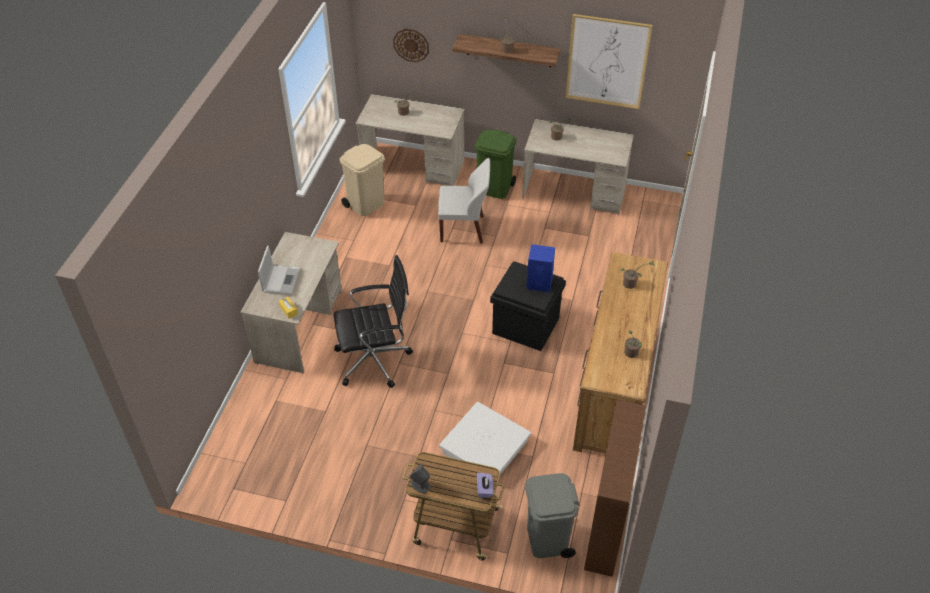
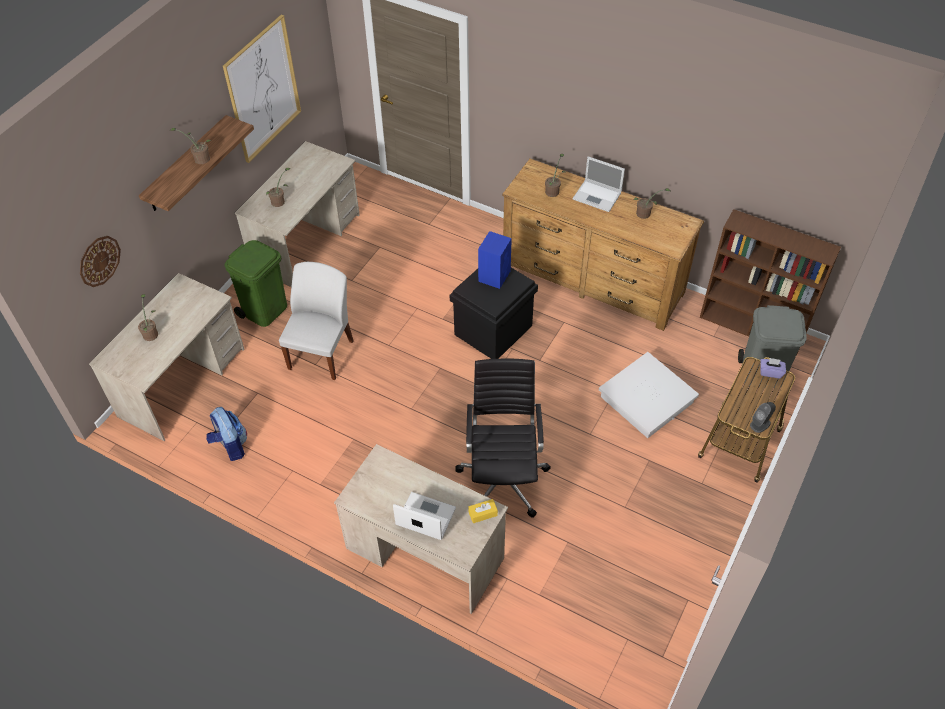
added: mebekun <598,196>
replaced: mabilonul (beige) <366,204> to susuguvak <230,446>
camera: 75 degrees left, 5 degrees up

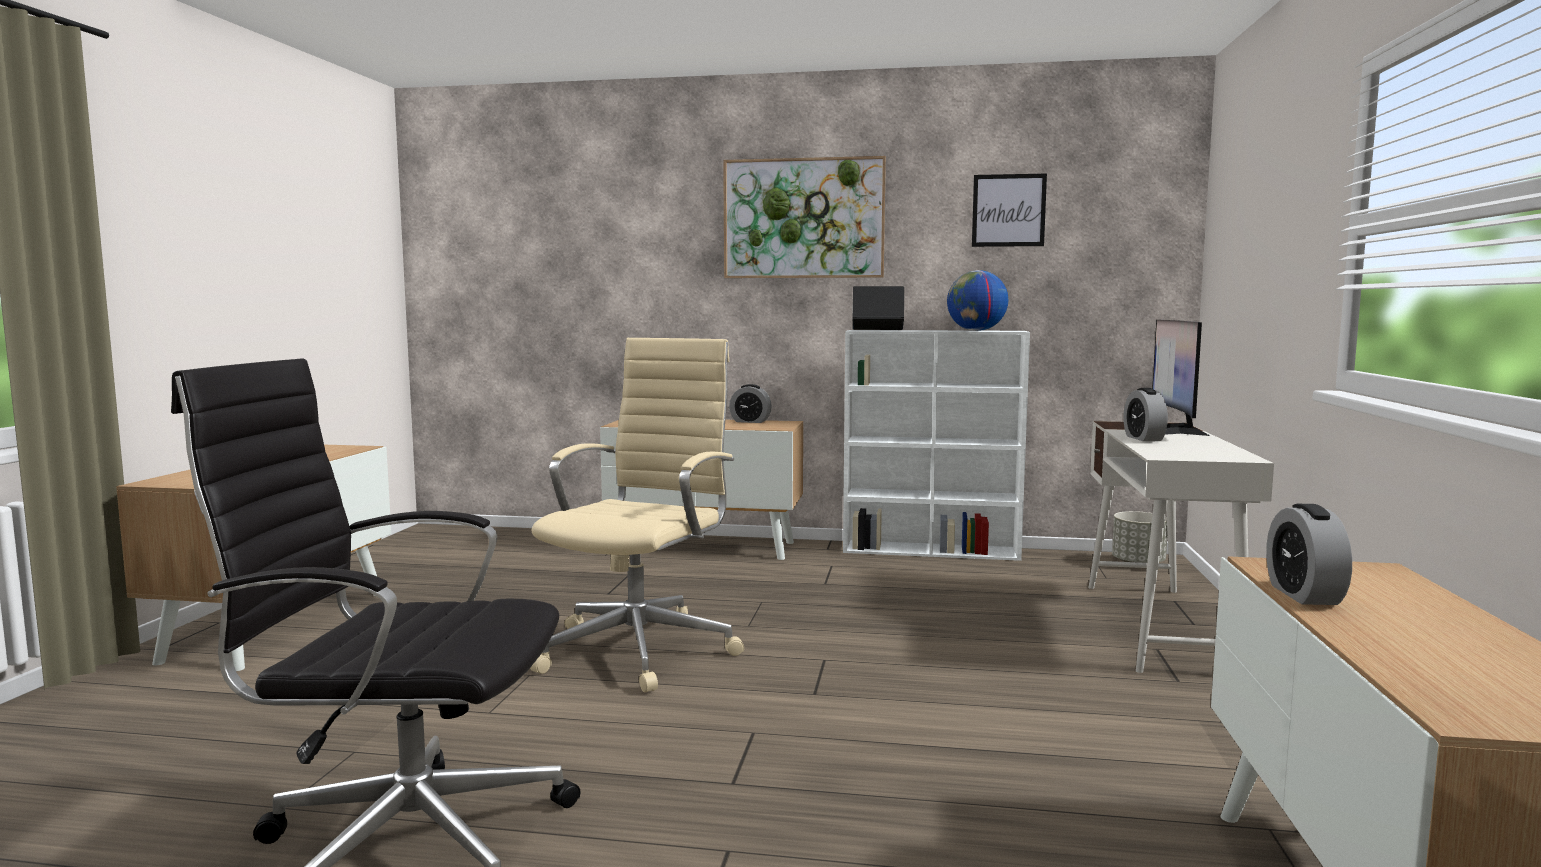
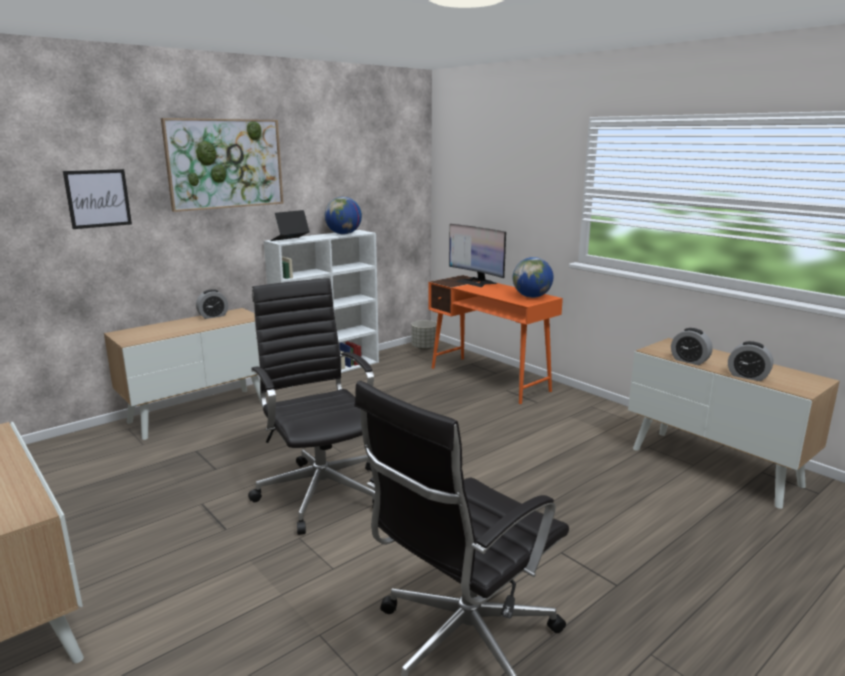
added: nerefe <532,297>
moved: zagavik <1008,210> to <98,198>; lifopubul <1143,438> to <747,376>
recoloured: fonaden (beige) <642,648> to fonaden (black) <321,491>; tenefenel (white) <1159,627> to tenefenel (orange) <489,379>
camera: 50 degrees left, 10 degrees up

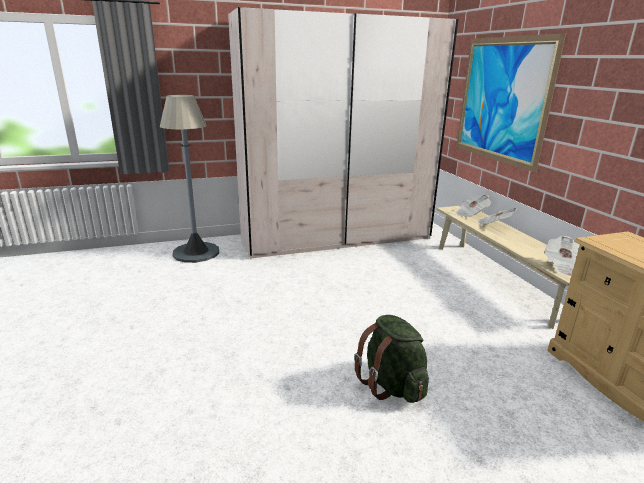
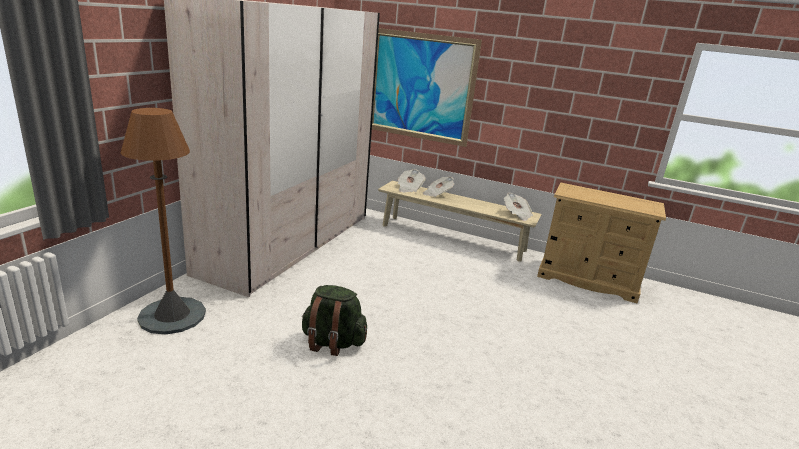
moved: susuguvak (green) <391,385> to <332,343>
recoloured: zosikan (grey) <196,252> to zosikan (brown) <172,316>
camera: 50 degrees left, 0 degrees up

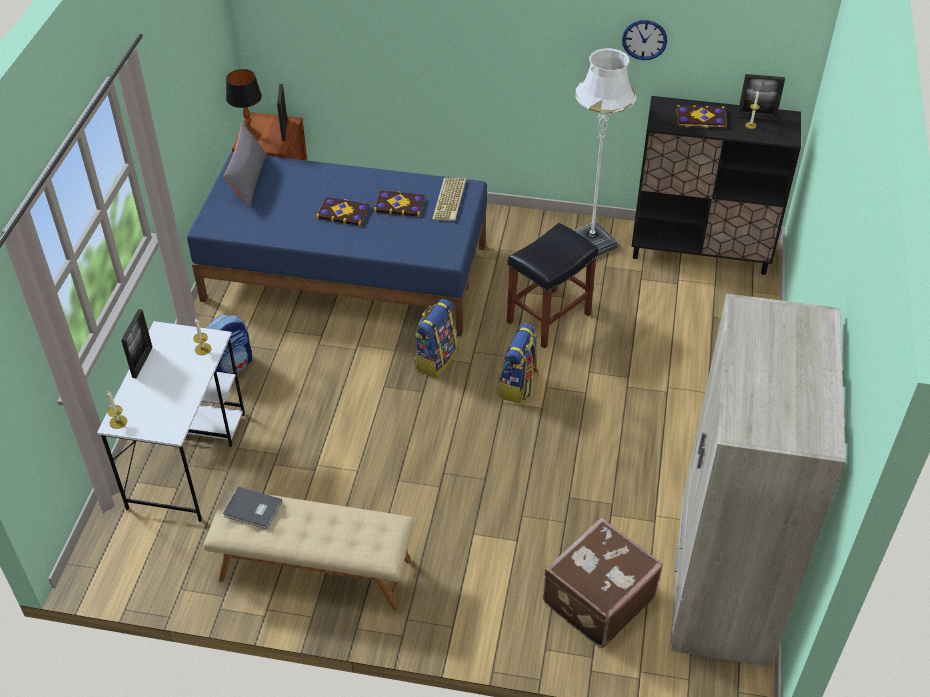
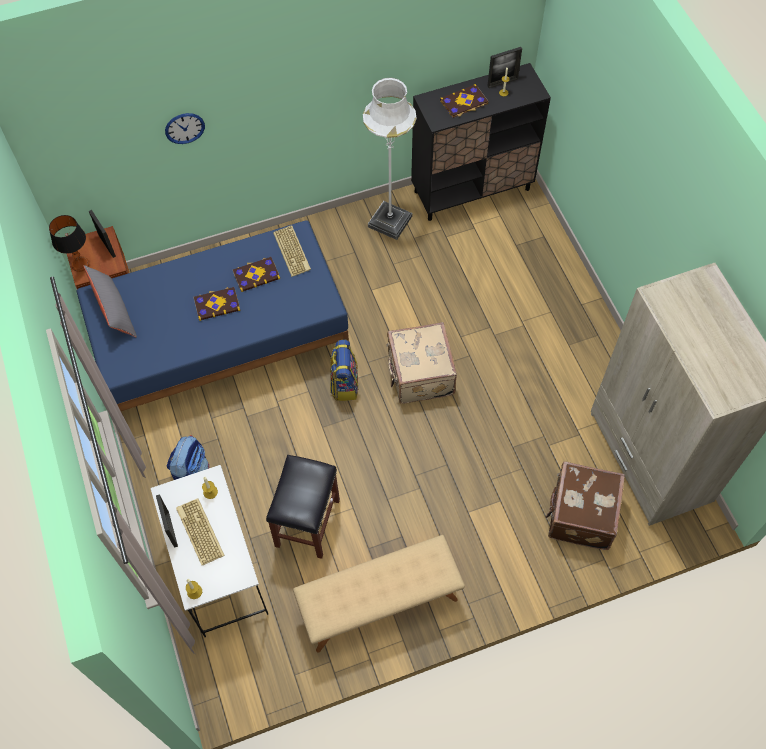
removed: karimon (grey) <253,510>
added: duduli <198,532>
moved: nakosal <644,39> to <184,128>; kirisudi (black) <548,319> to <307,524>
replaced: susuguvak <518,386> to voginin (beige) <419,375>
camera: 30 degrees left, 15 degrees up

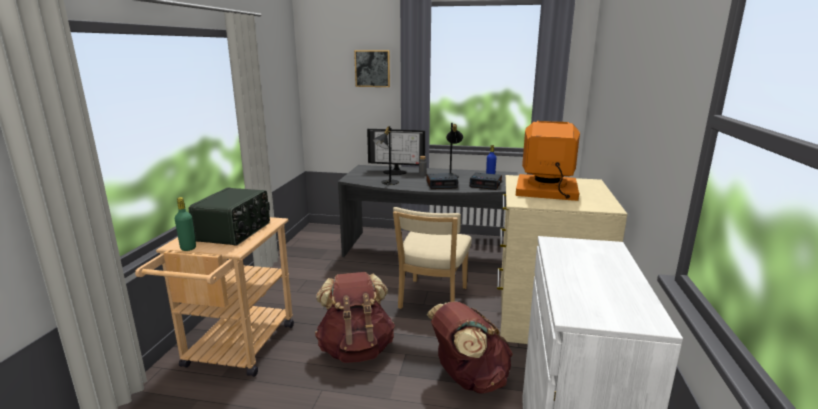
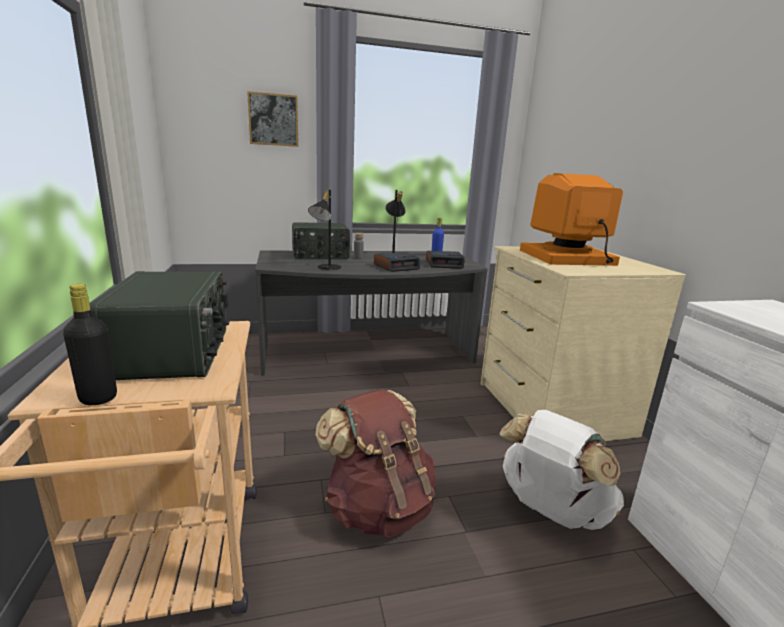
removed: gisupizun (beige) <431,300>
replaced: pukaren <395,172> to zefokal <320,256>
recoloured: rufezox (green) <188,248> to rufezox (black) <98,398>; susuguvak (brown) <468,379> to susuguvak (white) <550,510>
camera: 25 degrees left, 0 degrees up

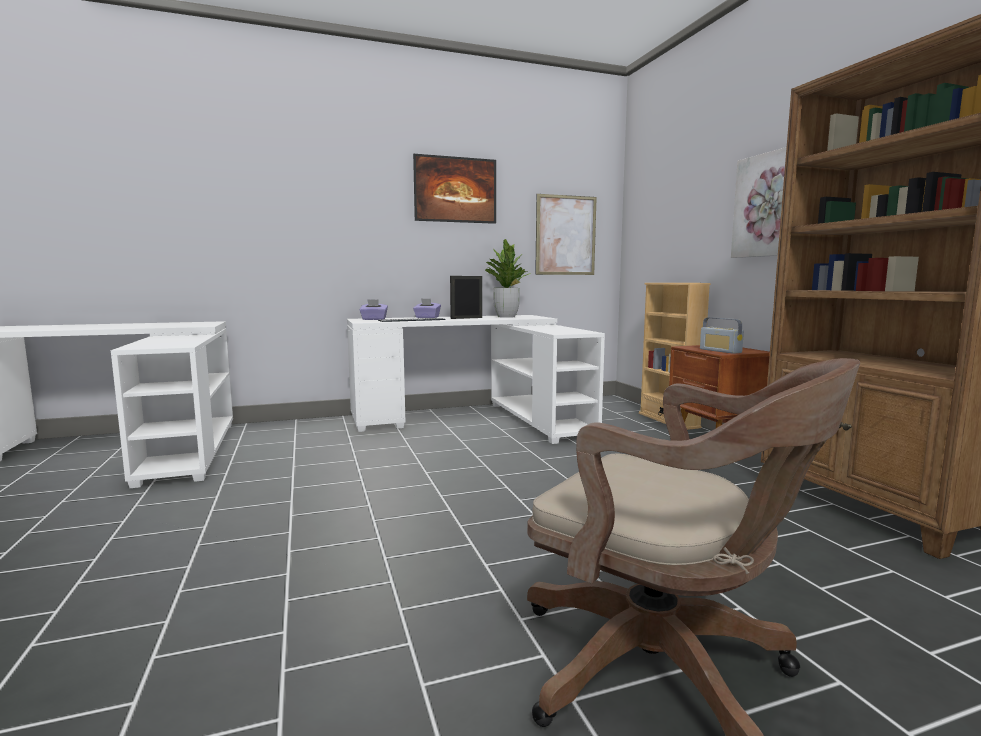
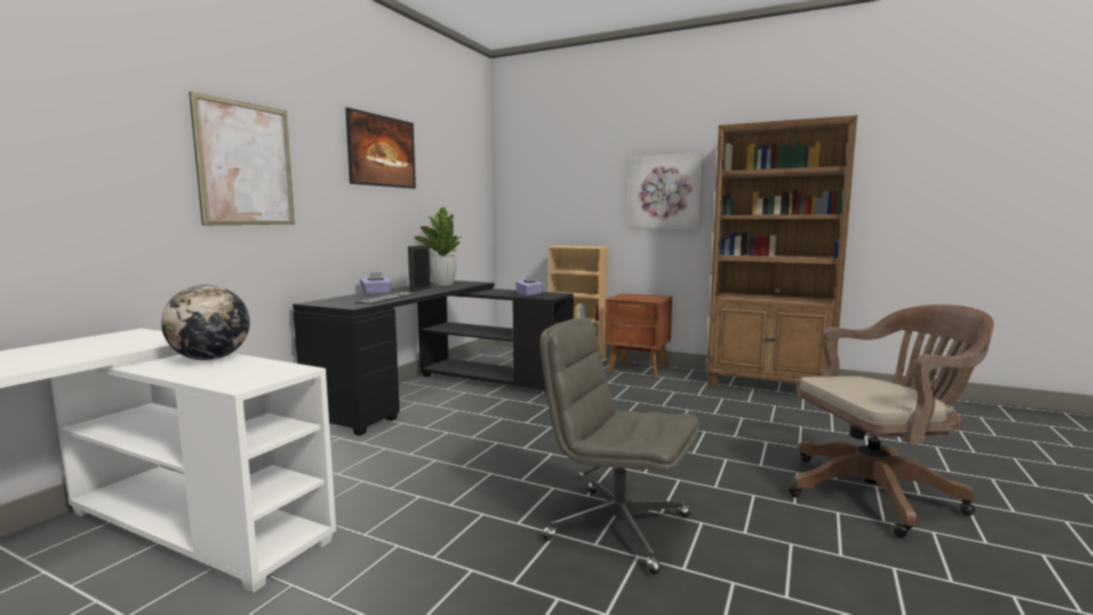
removed: zefokal <720,351>
added: nerefe <211,359>; fonaden (grey) <616,527>
moved: zagavik <565,235> to <246,164>; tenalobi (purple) <374,319> to <529,294>
recoloured: tenefenel (white) <478,418> to tenefenel (black) <443,391>
camera: 45 degrees left, 0 degrees up

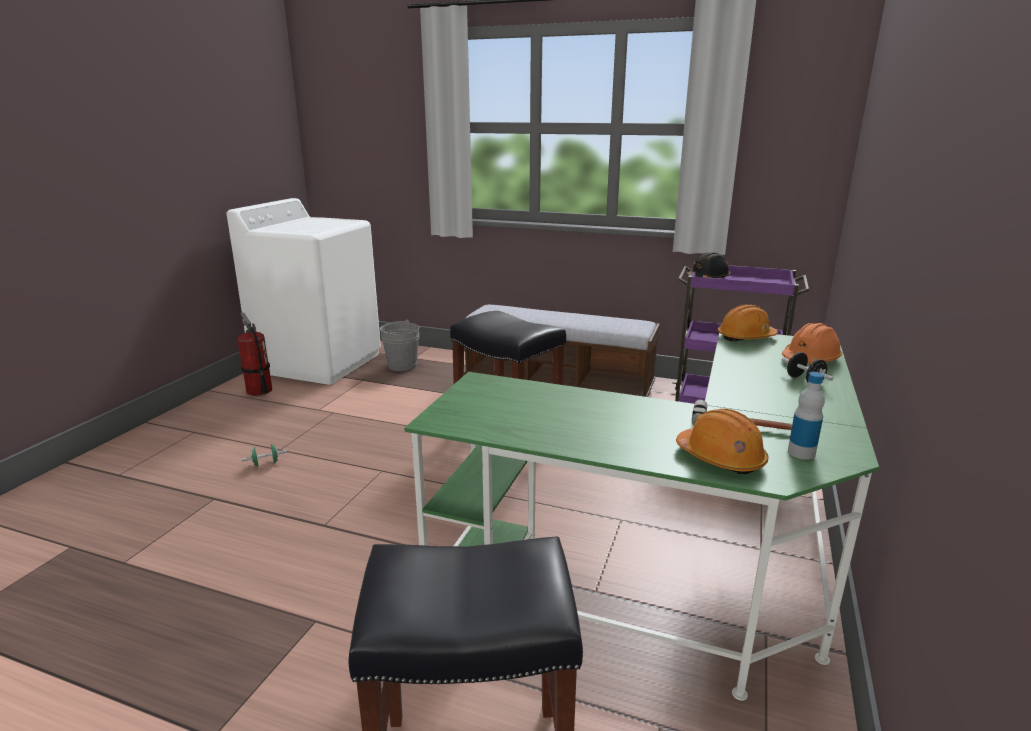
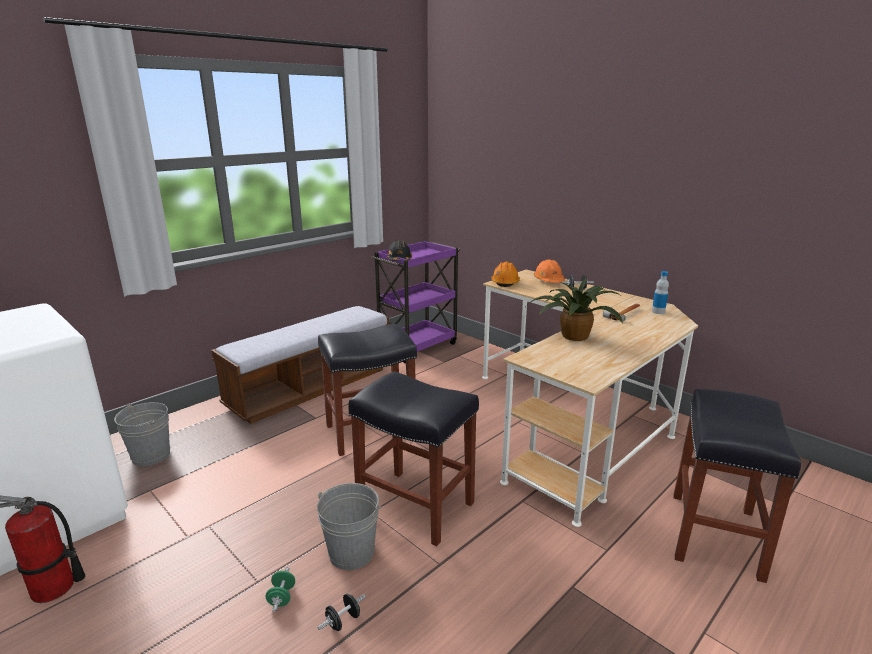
removed: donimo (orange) <720,458>
added: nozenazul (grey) <351,553>; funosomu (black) <343,621>; kirisudi (black) <414,506>; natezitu <572,336>
recoloured: tenefenel (green) <674,571> to tenefenel (beige) <576,421>
camera: 65 degrees left, 0 degrees up

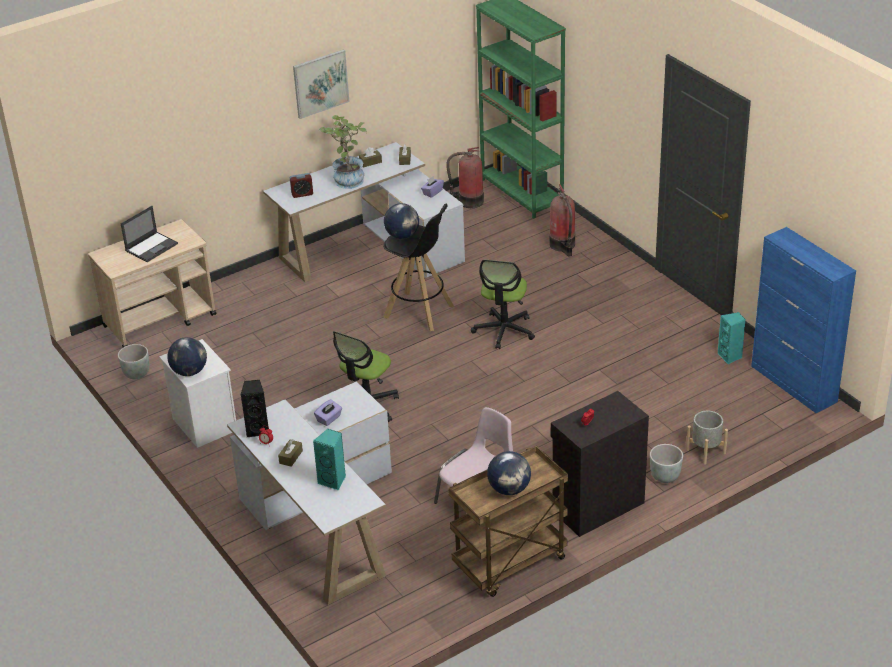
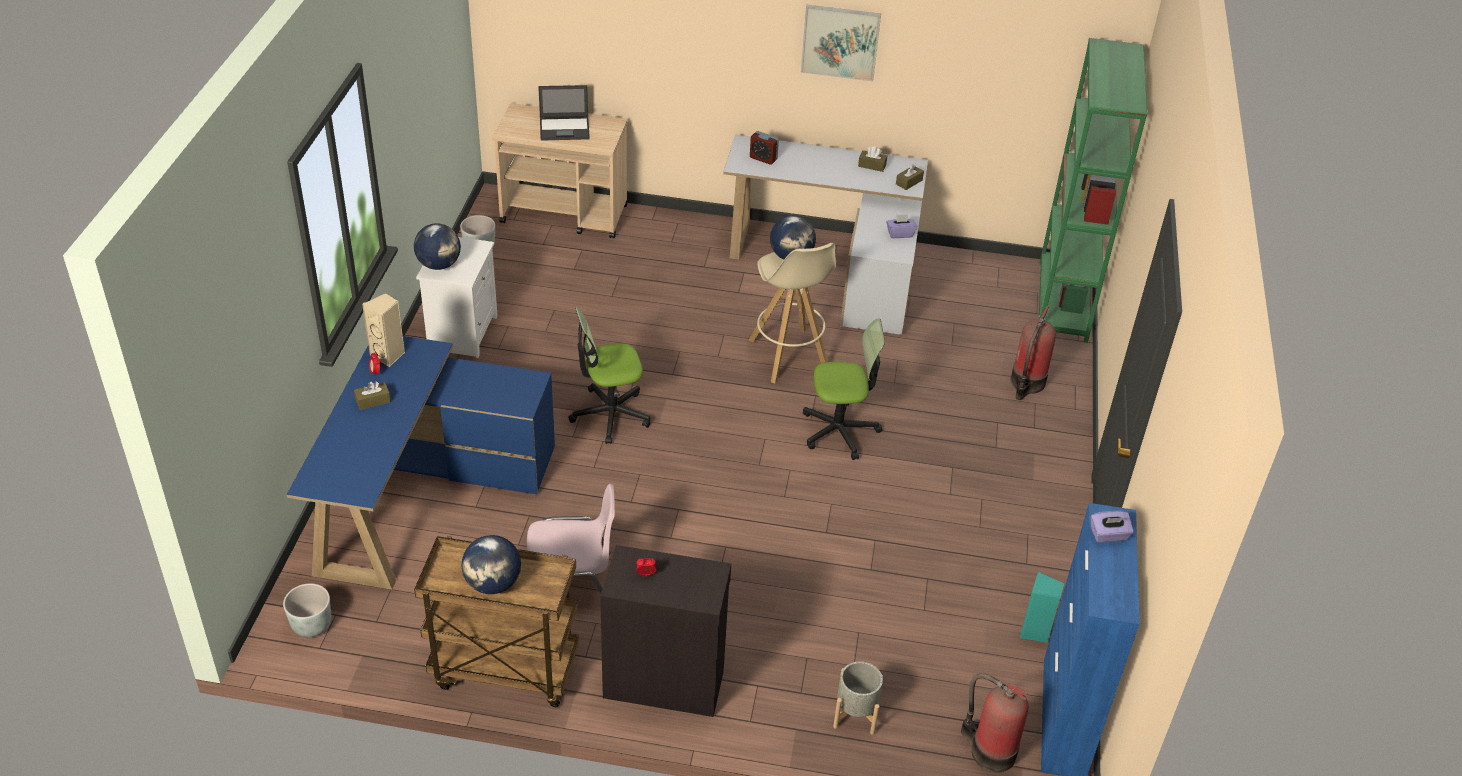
removed: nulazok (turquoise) <333,481>; natezitu <348,178>
moved: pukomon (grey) <664,476> to <311,626>; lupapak <469,201> to <990,751>; tenalobi (purple) <329,419> to <1108,535>
recoloured: tenefenel (white) <321,520> to tenefenel (blue) <421,493>; nulazok (black) <258,429> to nulazok (beige) <389,355>; kirisudi (black) <419,311> to kirisudi (beige) <789,356>
turned: fonaden <504,330> = <839,431> 150 degrees counterclockwise
camera: 40 degrees right, 5 degrees up

